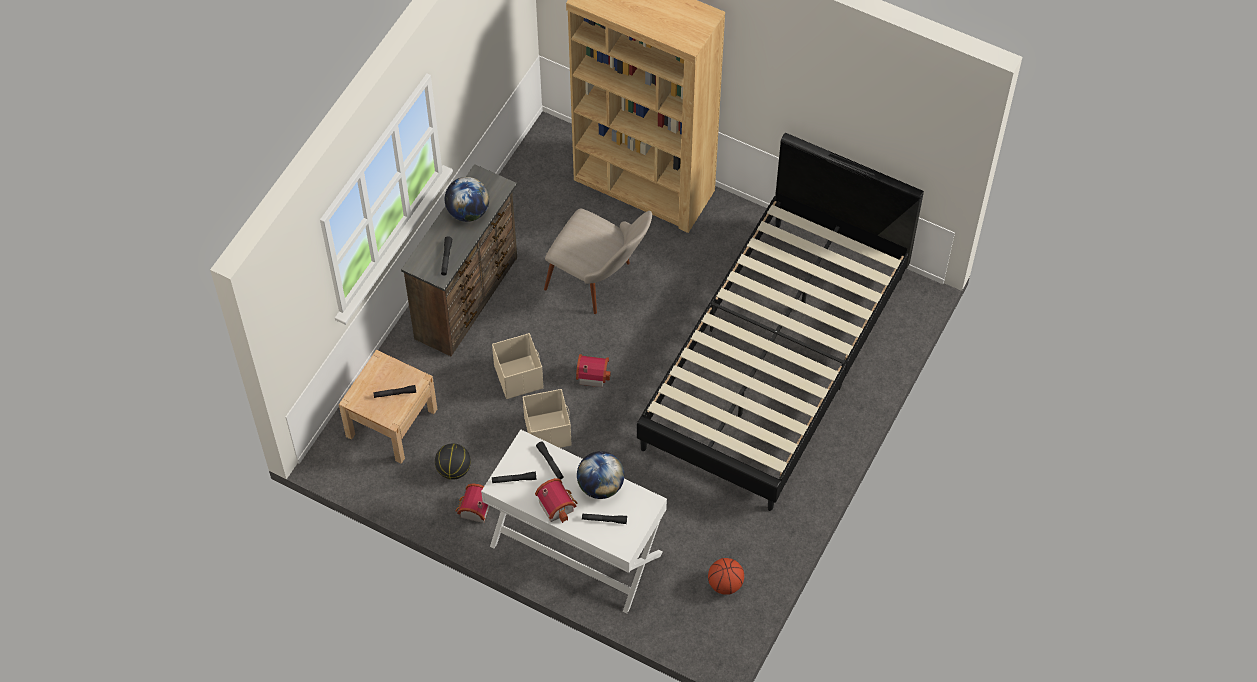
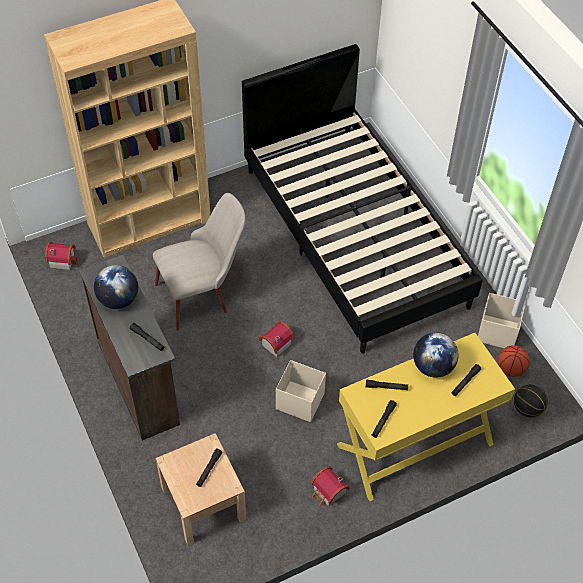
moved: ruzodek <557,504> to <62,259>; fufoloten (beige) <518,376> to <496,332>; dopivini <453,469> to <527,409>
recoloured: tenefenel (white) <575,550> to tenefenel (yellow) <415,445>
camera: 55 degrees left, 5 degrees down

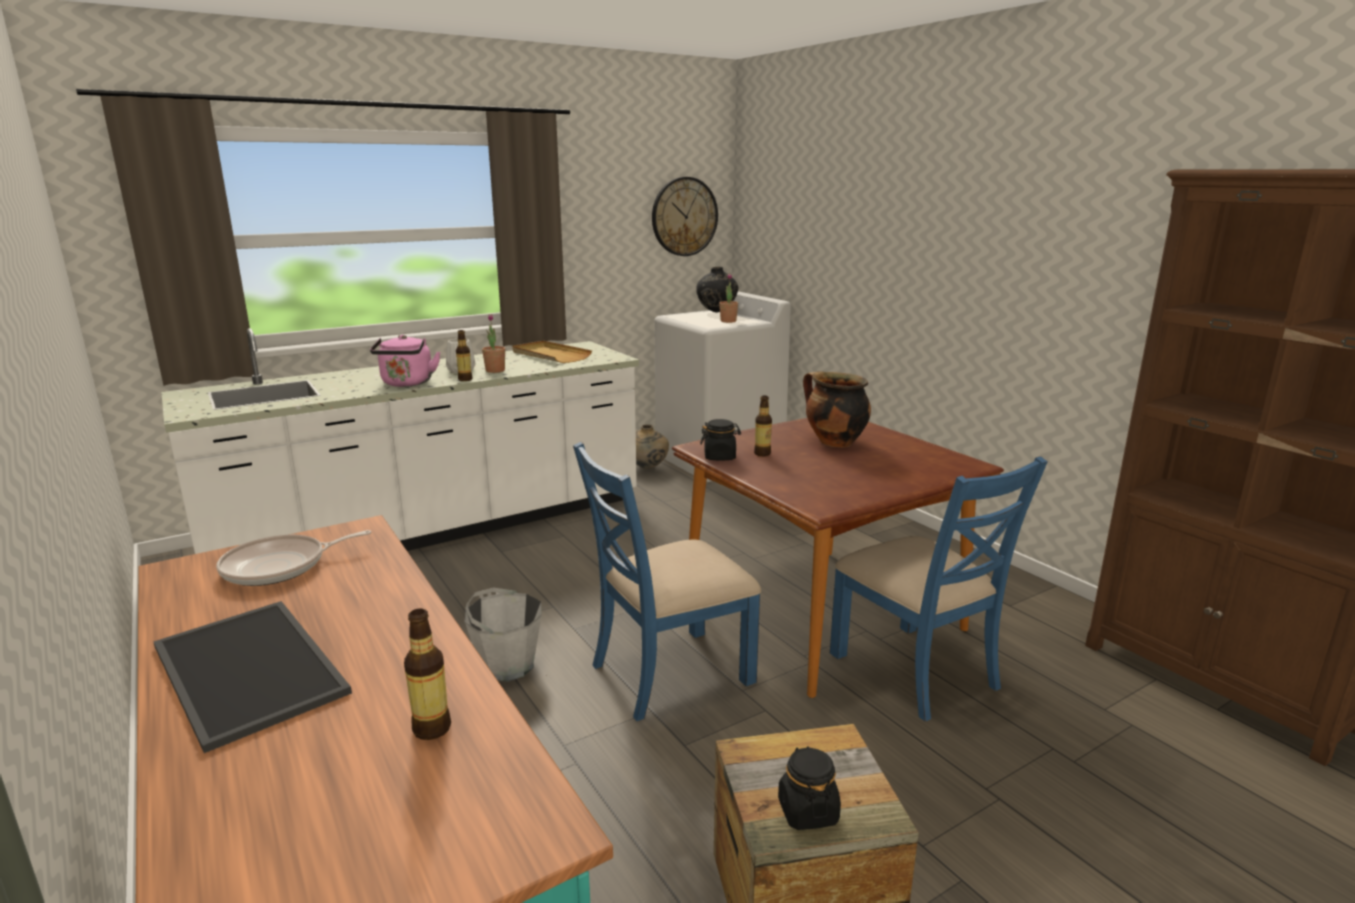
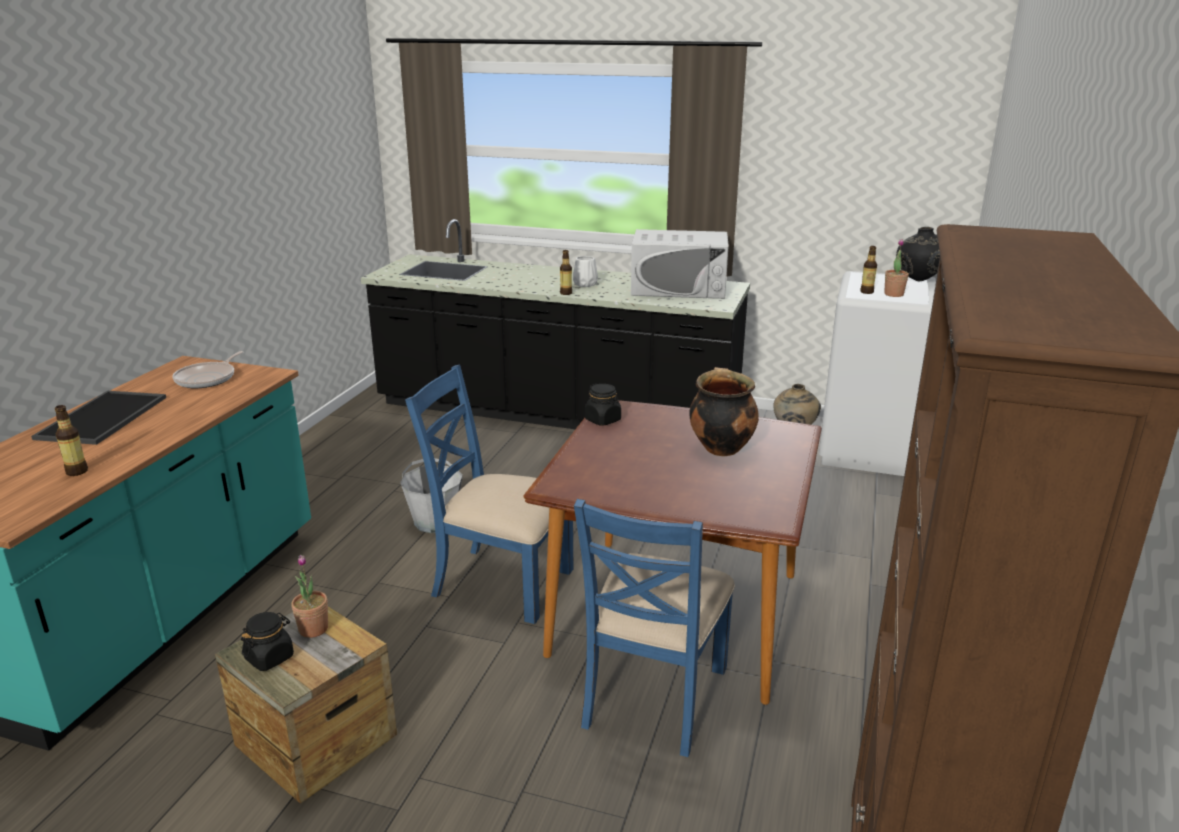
removed: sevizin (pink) <407,384>; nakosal <684,216>
moved: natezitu <495,370> to <313,629>; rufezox <762,453> to <867,292>
replaced: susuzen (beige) <550,355> to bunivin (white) <678,288>
recoloured: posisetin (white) <436,530> to posisetin (black) <555,414>
turned: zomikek <280,566> = <208,379> 90 degrees counterclockwise
camera: 50 degrees right, 5 degrees up

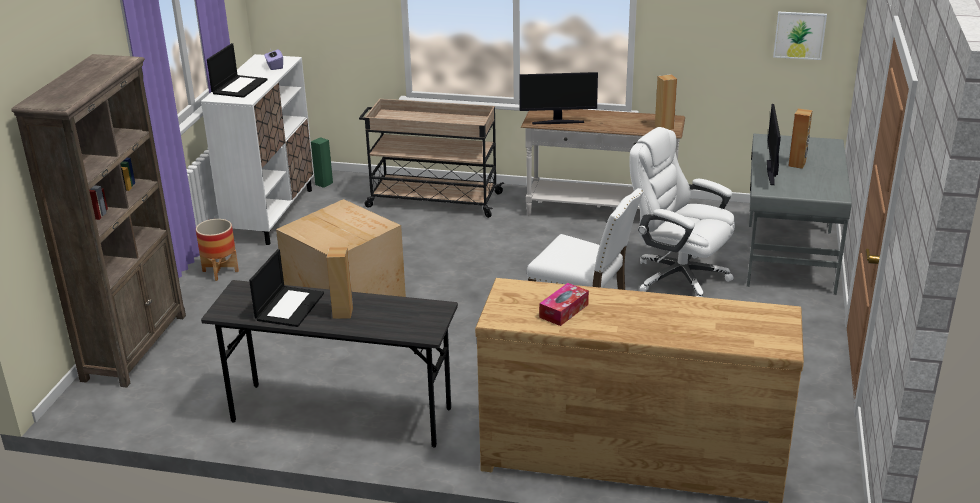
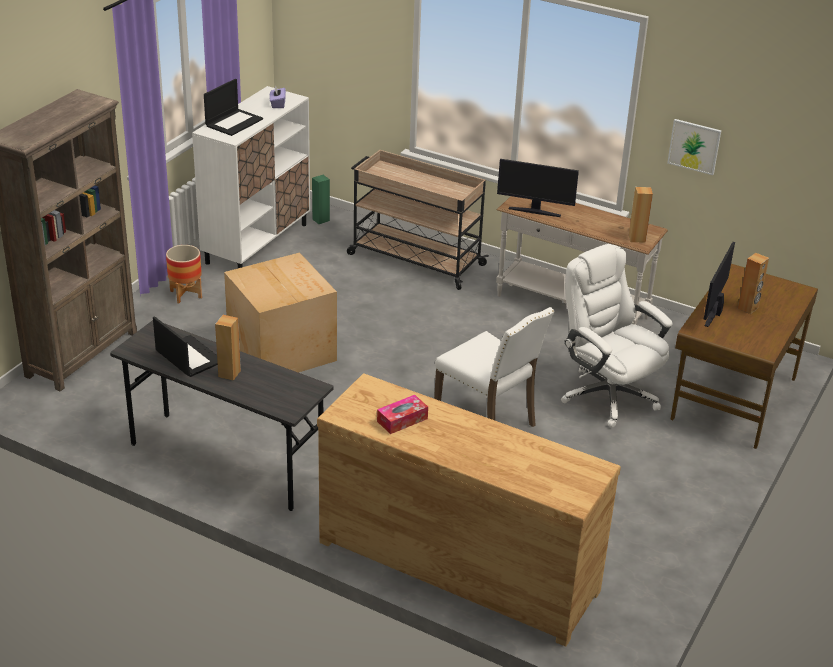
moved: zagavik <799,35> to <694,146>
recoloured: tenefenel (grey) <788,258> to tenefenel (brown) <732,398>
turned: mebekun <289,306> = <188,356> 75 degrees counterclockwise
camera: 15 degrees right, 5 degrees up

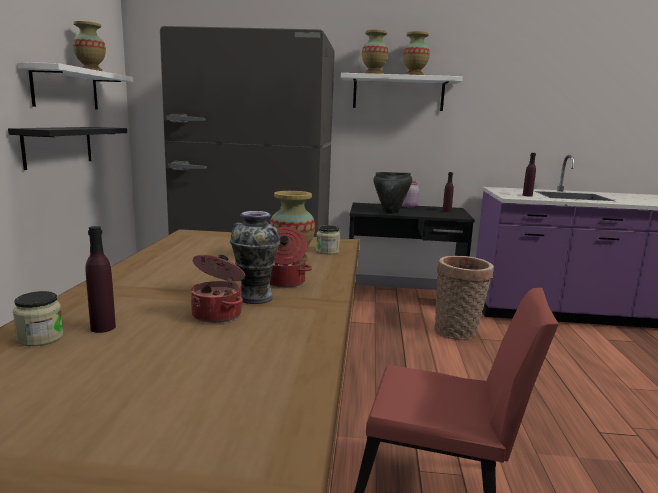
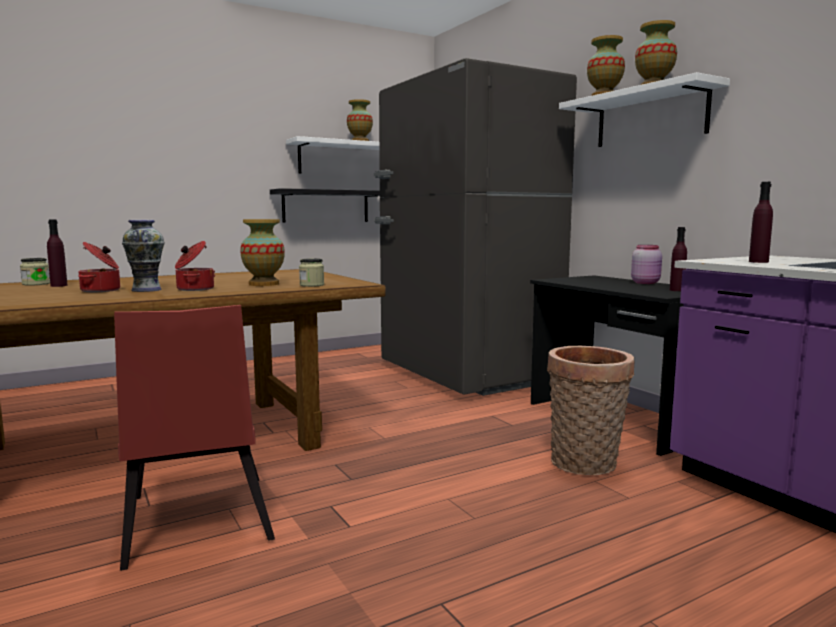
removed: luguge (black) <391,212>
camera: 55 degrees right, 5 degrees down

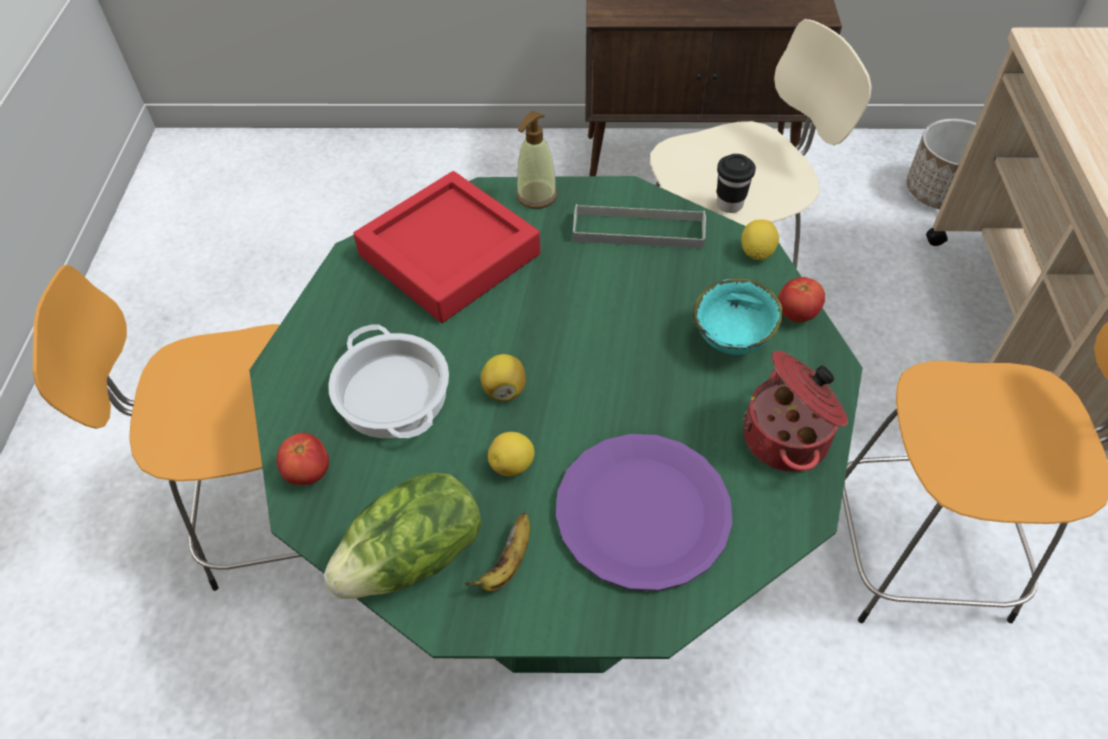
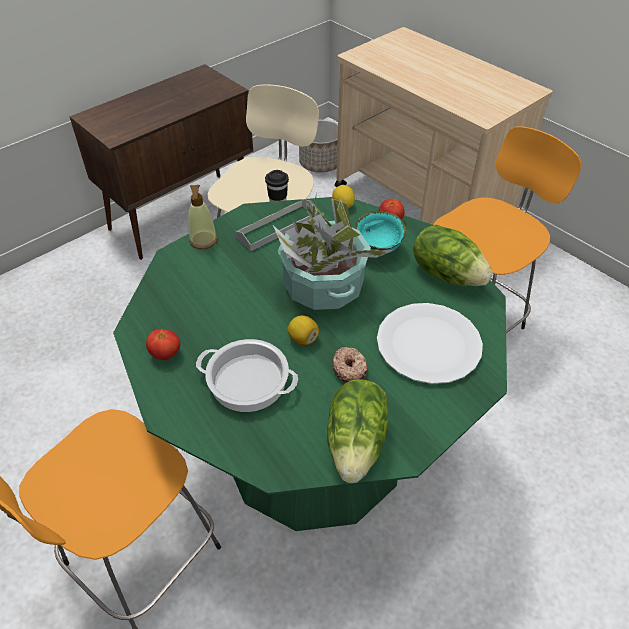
removed: susuzen (red) <449,255>; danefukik <507,564>
added: natezitu <323,286>
moved: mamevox <308,473> to <165,354>
replaced: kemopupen <512,465> to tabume <349,368>; luguge <788,438> to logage <447,273>
recoloured: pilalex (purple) <643,512> to pilalex (white) <429,344>
camera: 45 degrees left, 5 degrees down

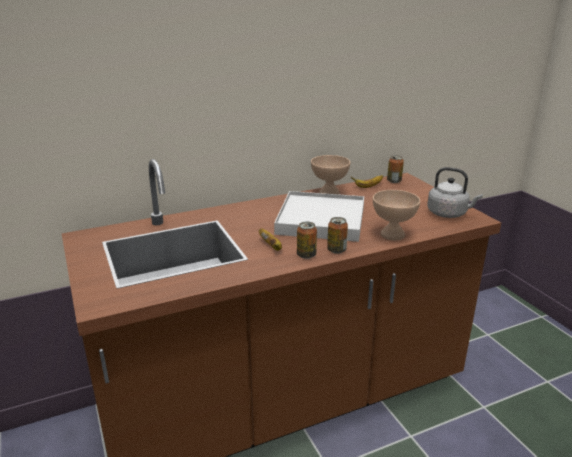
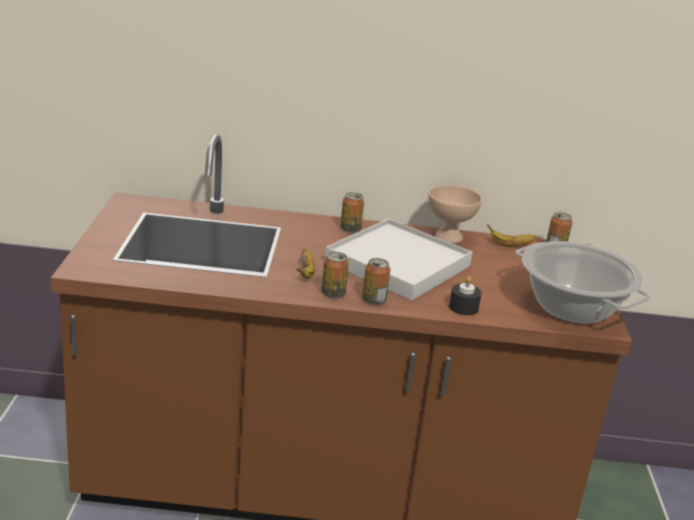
added: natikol <350,229>
replaced: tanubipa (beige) <393,235> to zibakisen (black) <463,307>; sevizin (grey) <449,214> to luguge <573,308>
camera: 25 degrees right, 0 degrees up

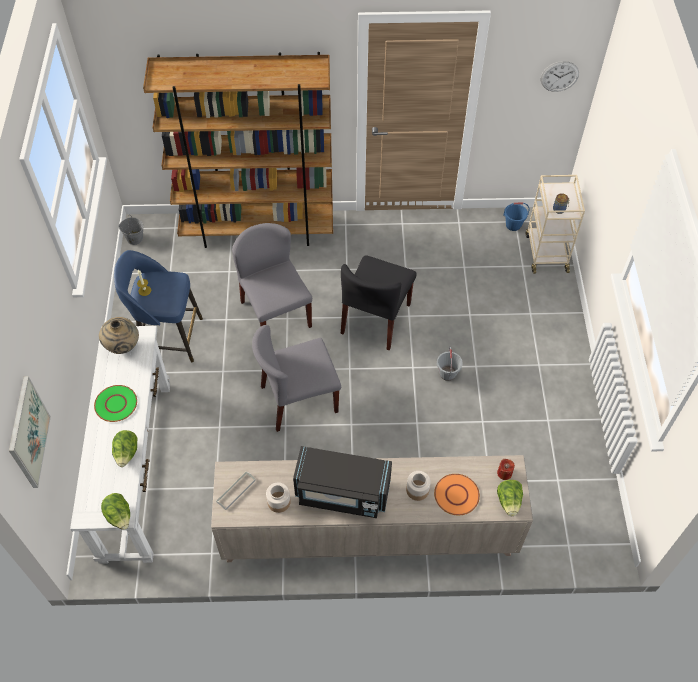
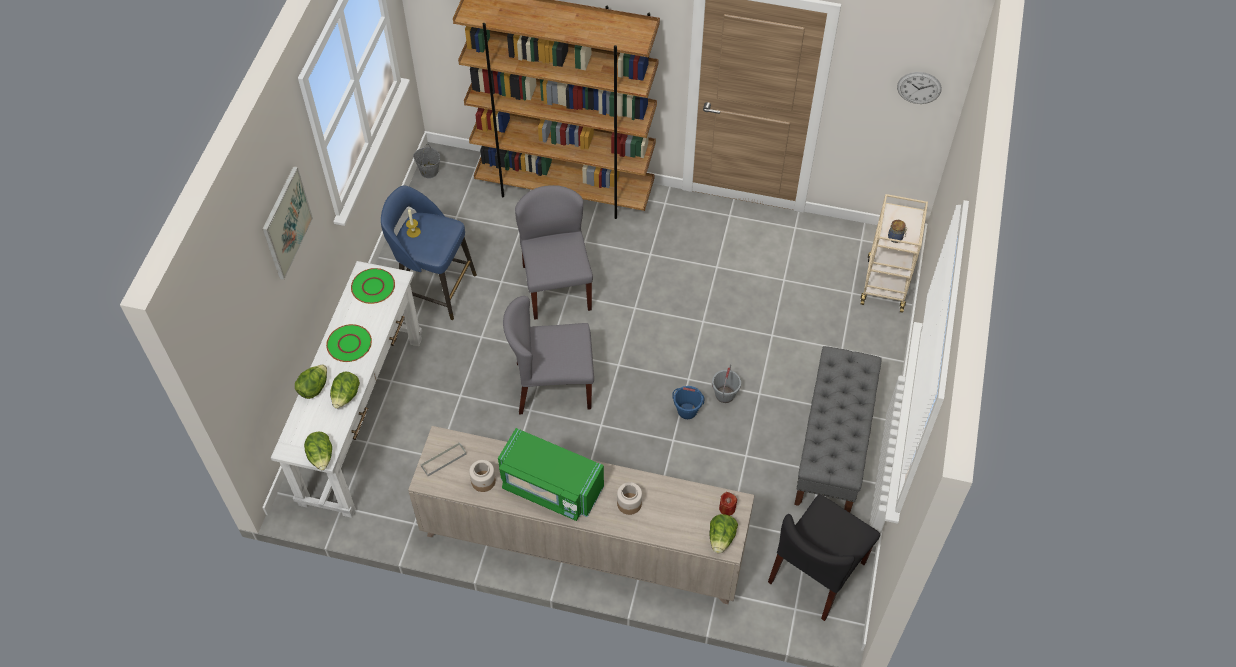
removed: pilalex (orange) <456,494>
added: logage <314,388>; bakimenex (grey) <832,447>
moved: zagavik <28,432> to <286,223>; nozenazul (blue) <513,225> to <687,411>; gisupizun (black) <376,319> to <817,573>
replaced: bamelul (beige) <123,347> to pilalex (green) <373,286>
recoloured: bunivin (black) <342,492> to bunivin (green) <550,487>
camera: 15 degrees right, 0 degrees up

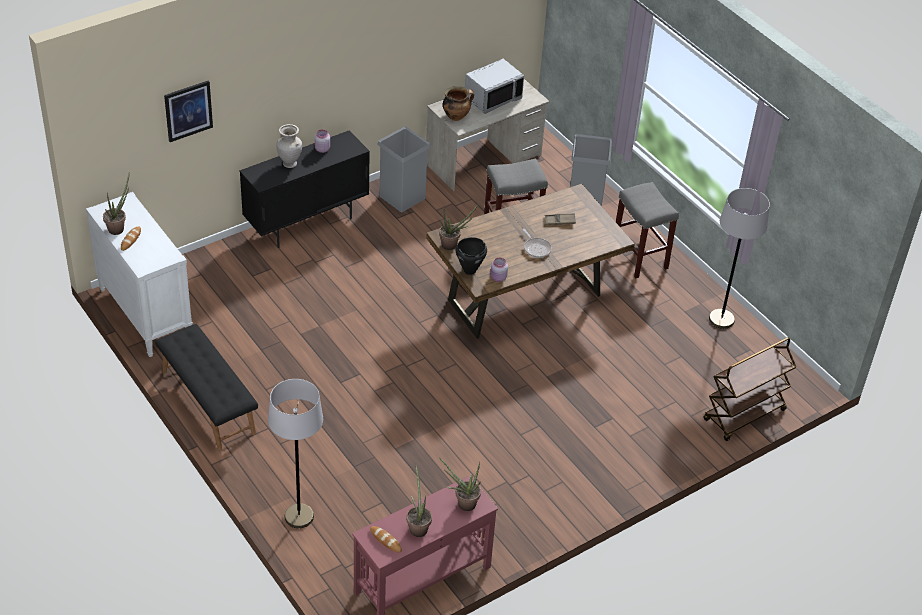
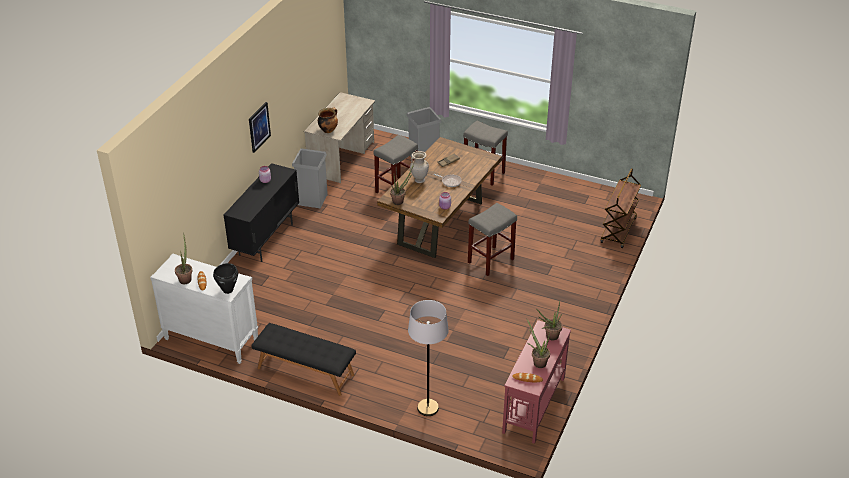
removed: bunivin (grey) <492,98>; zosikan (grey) <721,319>
added: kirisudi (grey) <490,261>
moved: luguge (black) <469,270> to <227,290>; zagavik <188,110> to <259,127>; bamelul (beige) <290,164> to <419,180>
camera: 30 degrees left, 5 degrees down

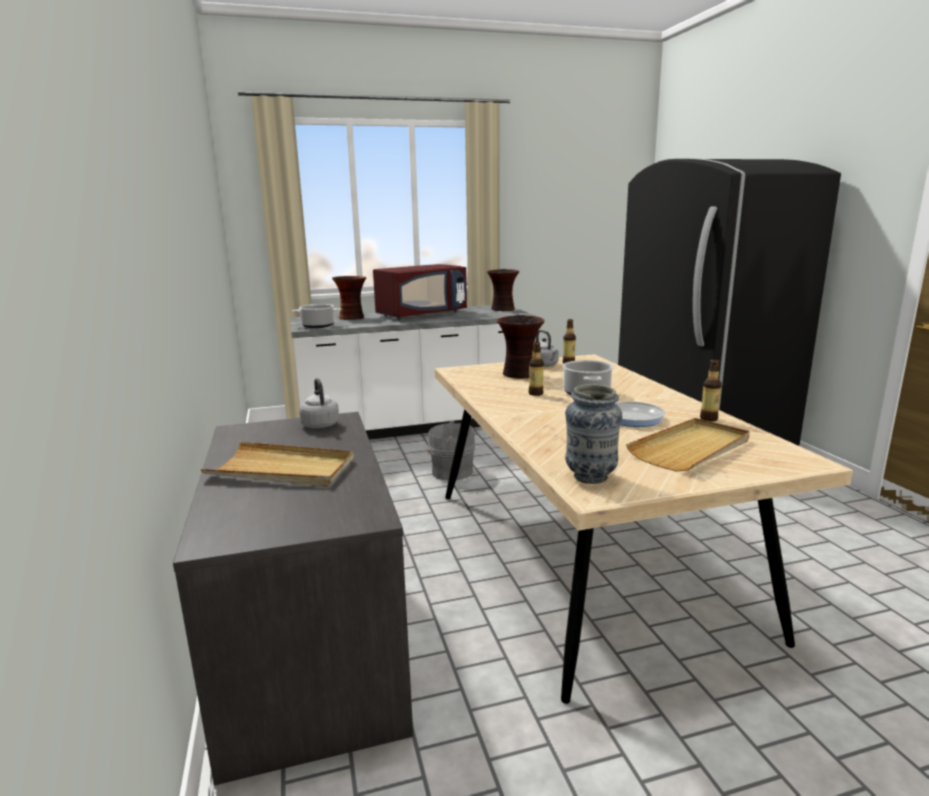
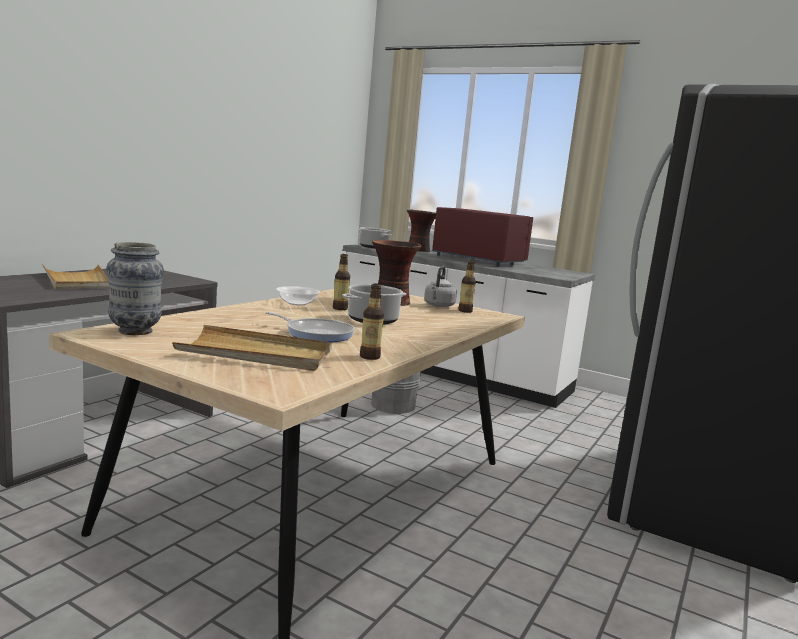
removed: sevizin (grey) <320,424>; bamelul <503,309>
added: tanubipa <297,303>
turned: bunivin (red) <422,314> = <477,260> 150 degrees counterclockwise
camera: 45 degrees right, 5 degrees down

